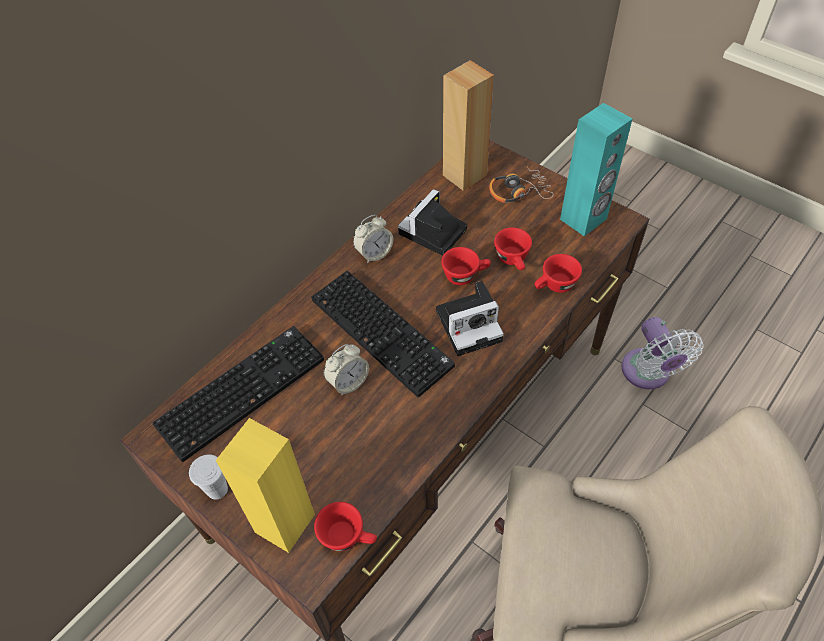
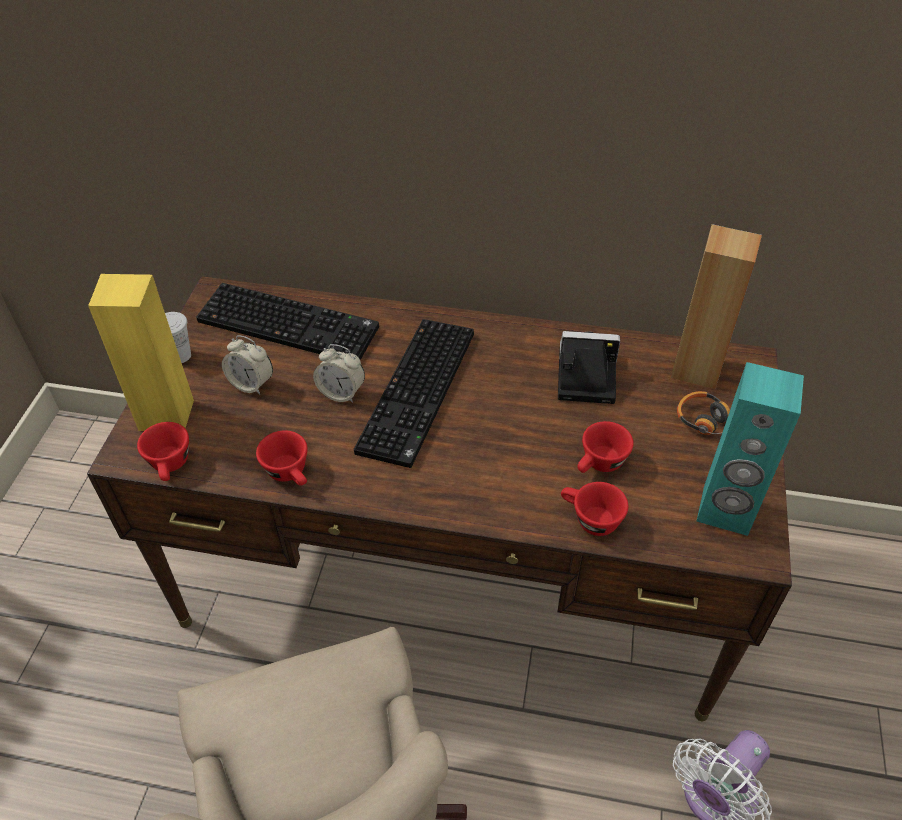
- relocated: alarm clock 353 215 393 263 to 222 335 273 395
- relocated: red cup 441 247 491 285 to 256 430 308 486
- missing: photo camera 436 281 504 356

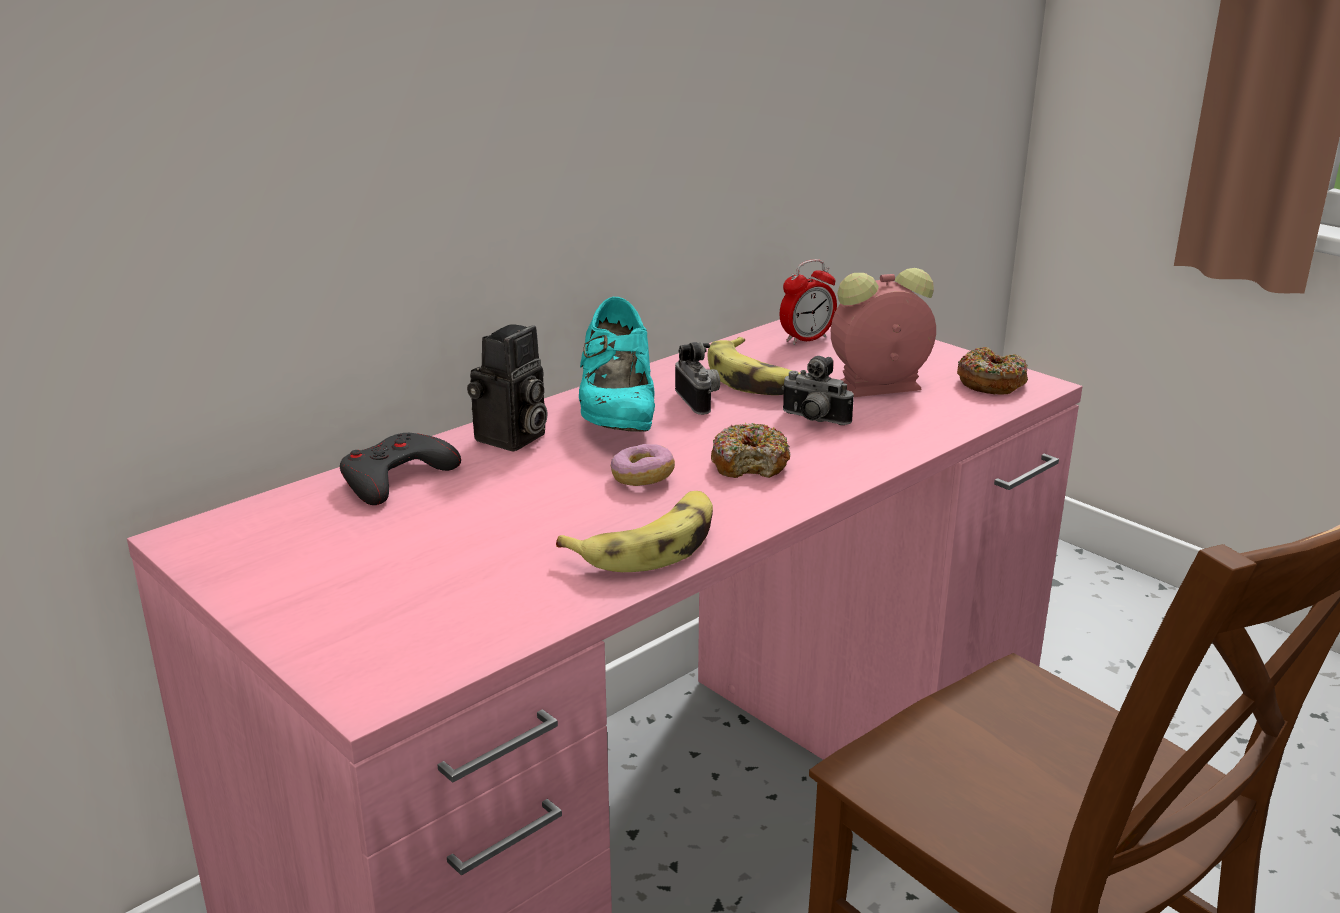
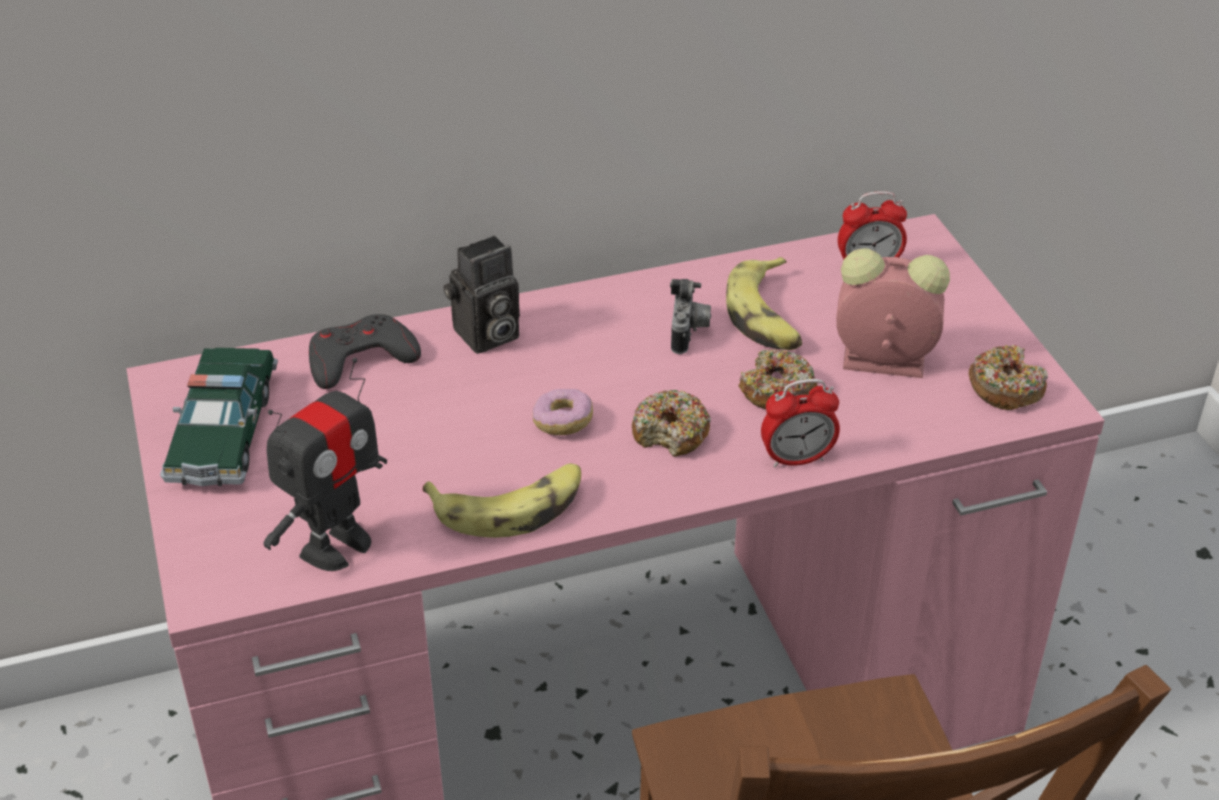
- appeared: toy car 160 348 278 486
- appeared: toy robot 263 358 387 571
- exchanged: photo camera 781 356 854 425 to donut 738 349 817 409
- appeared: alarm clock 761 379 840 468
- missing: turquoise shoe 579 297 655 432

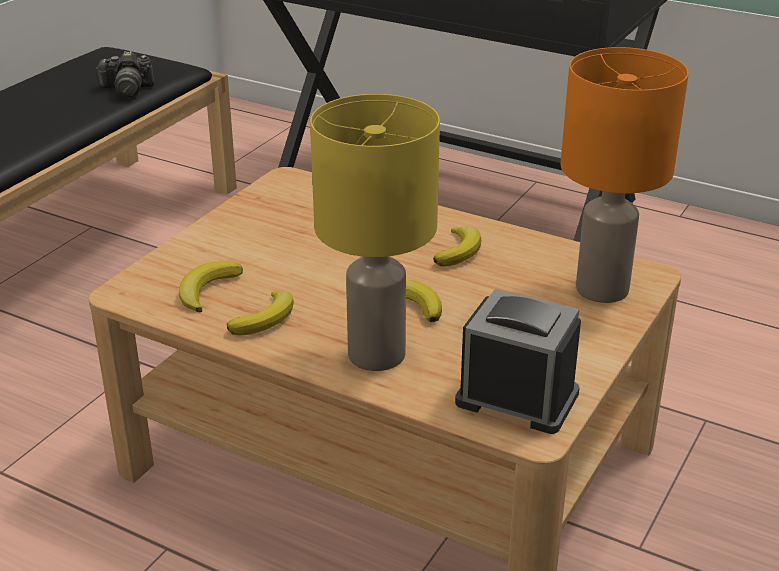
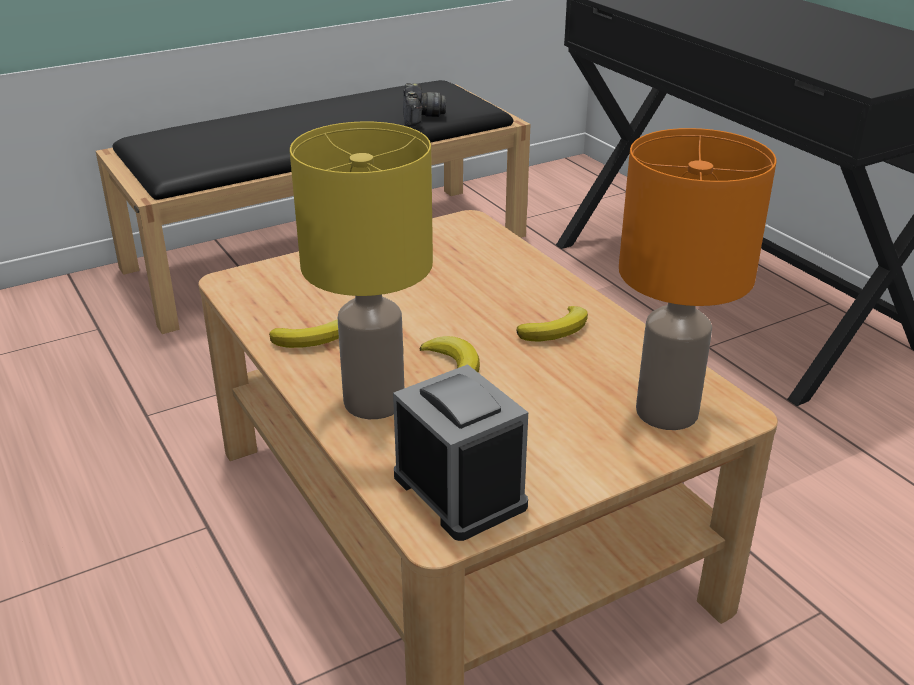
- spun: photo camera 96 51 154 97 = 403 83 446 126 120 degrees counterclockwise
- missing: banana 179 261 243 312

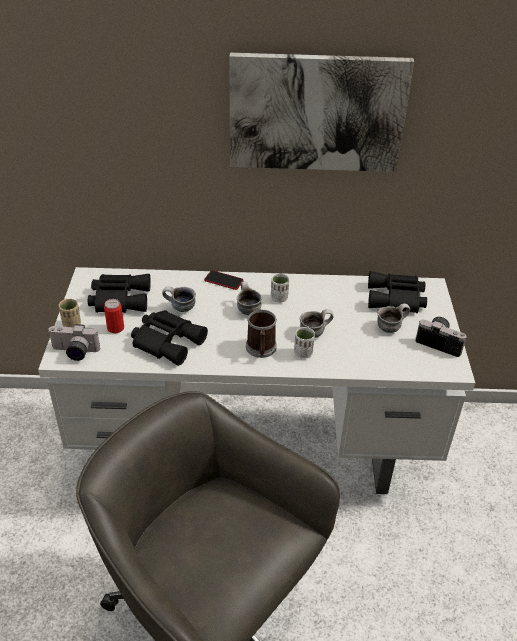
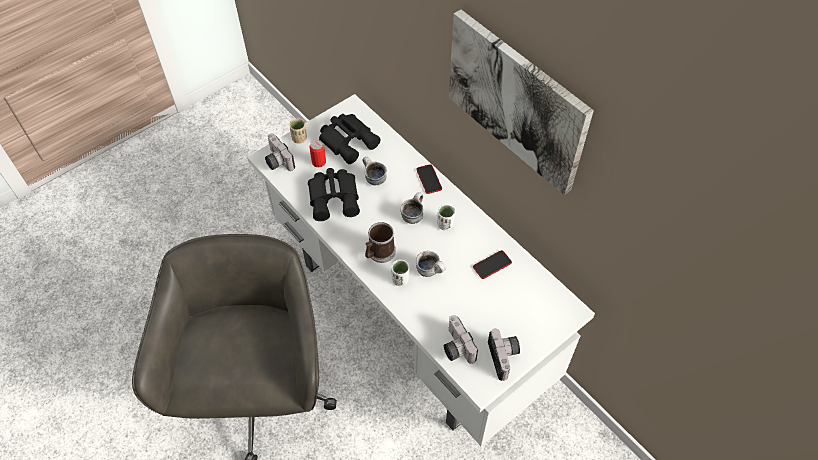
- appeared: photo camera 444 315 478 364
- appeared: phone 473 250 512 279
- missing: black binoculars 368 271 427 313
- missing: mug 377 304 410 333

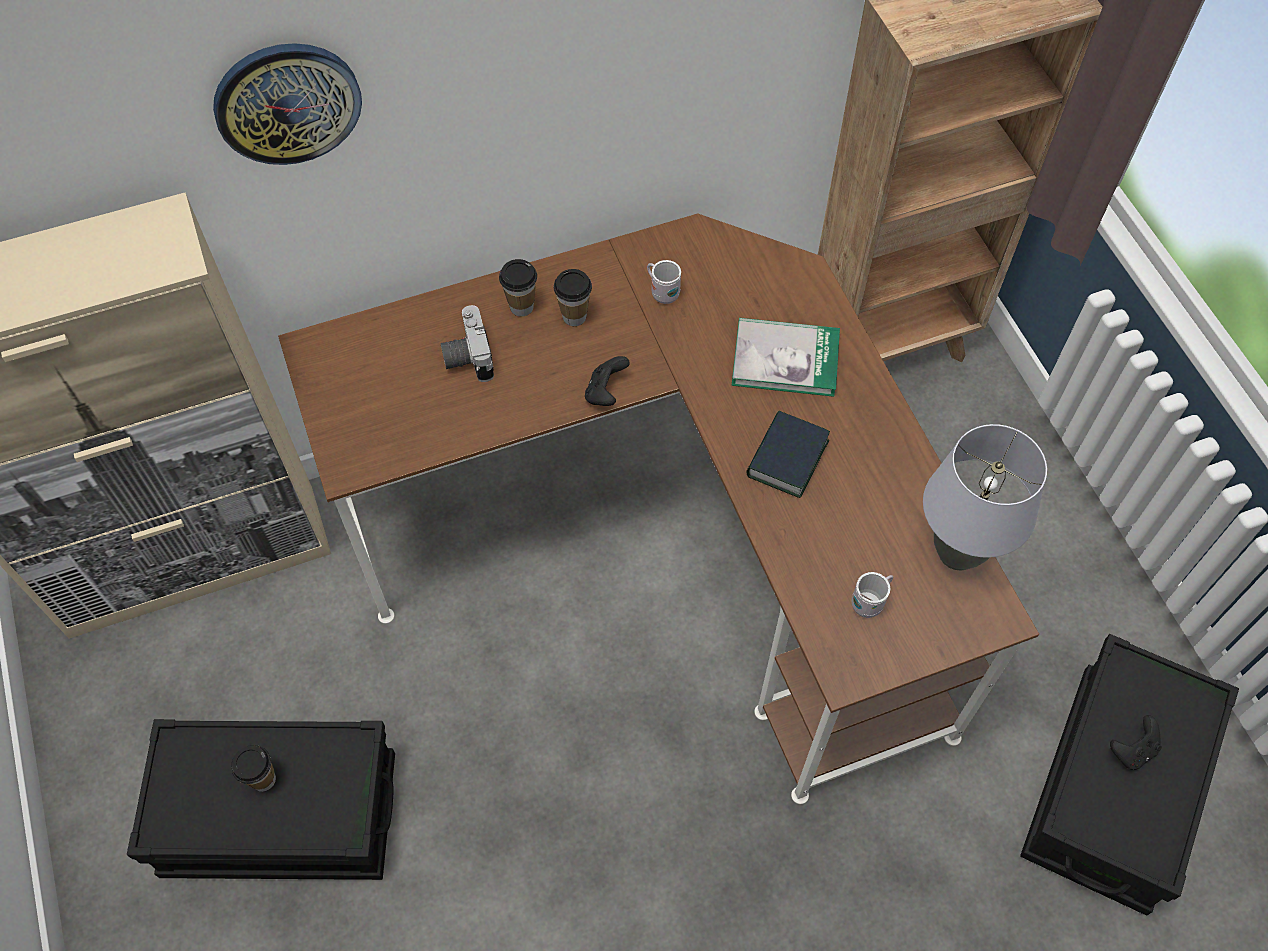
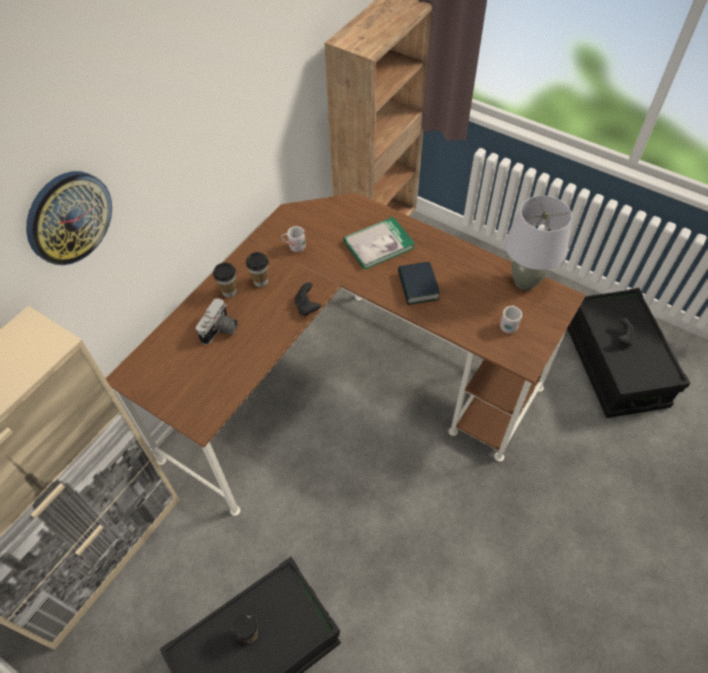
- spun: photo camera 440 305 494 382 = 196 298 238 345 105 degrees counterclockwise

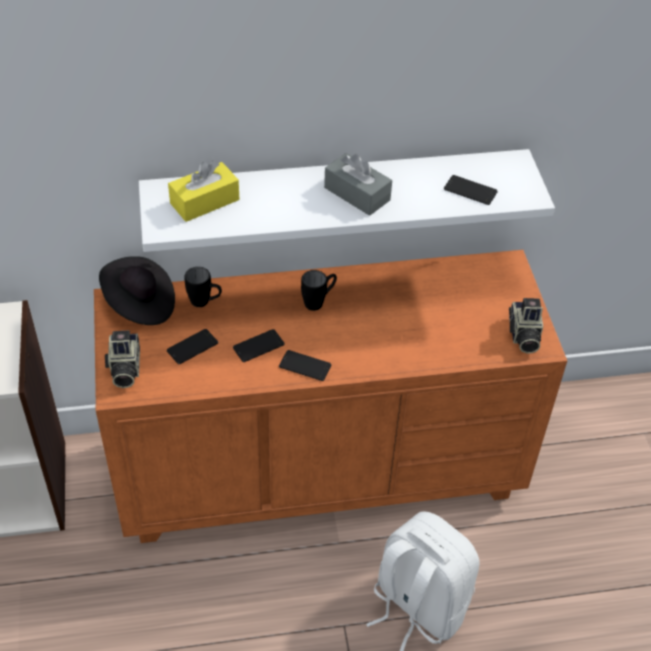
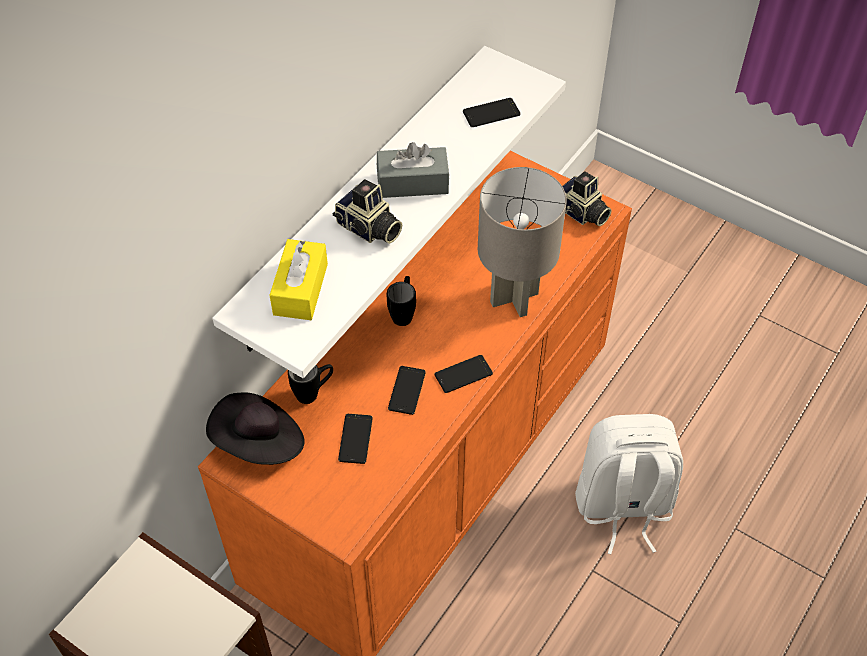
- relocated: photo camera 105 331 140 388 to 333 179 402 244
- appeared: grey table lamp 478 167 567 317

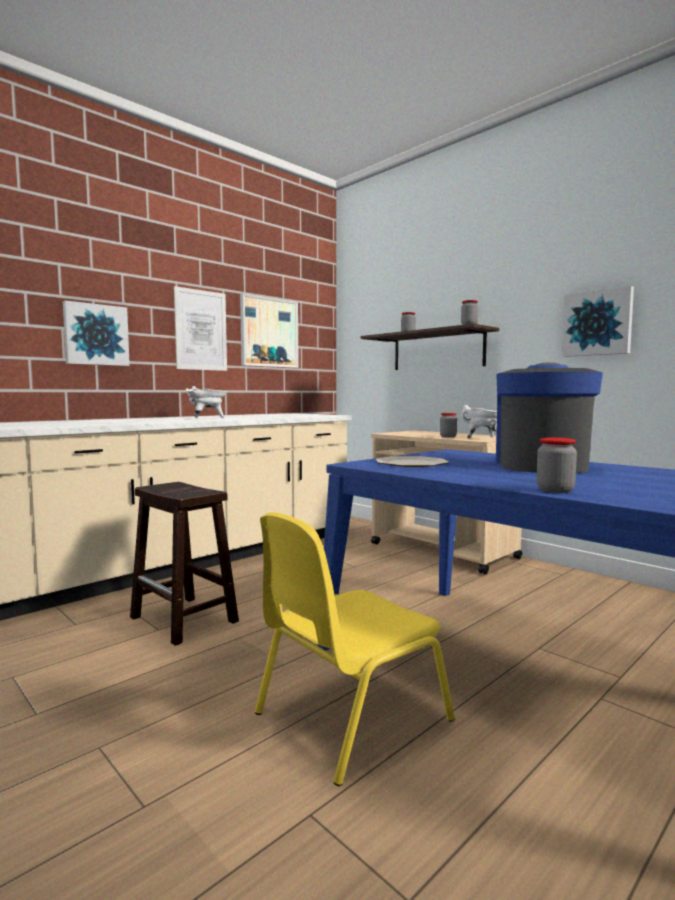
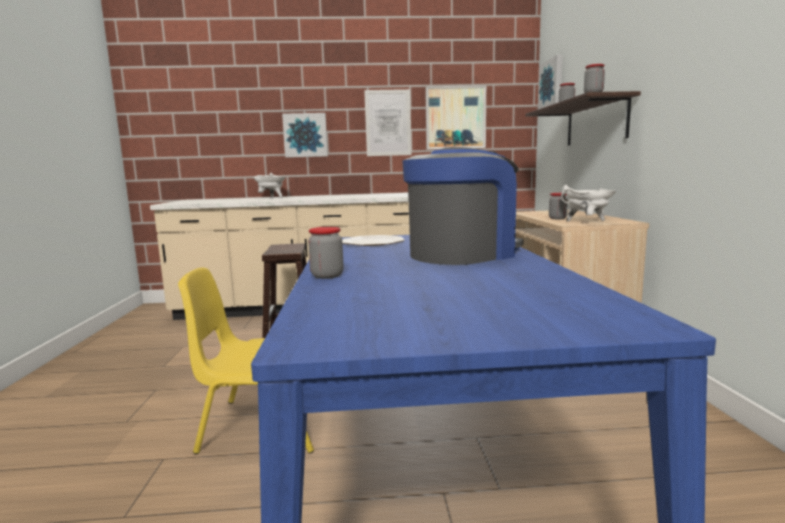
- relocated: white cooking pot 186 386 227 418 to 253 173 286 198
- relocated: picture 562 286 634 357 to 538 55 563 109

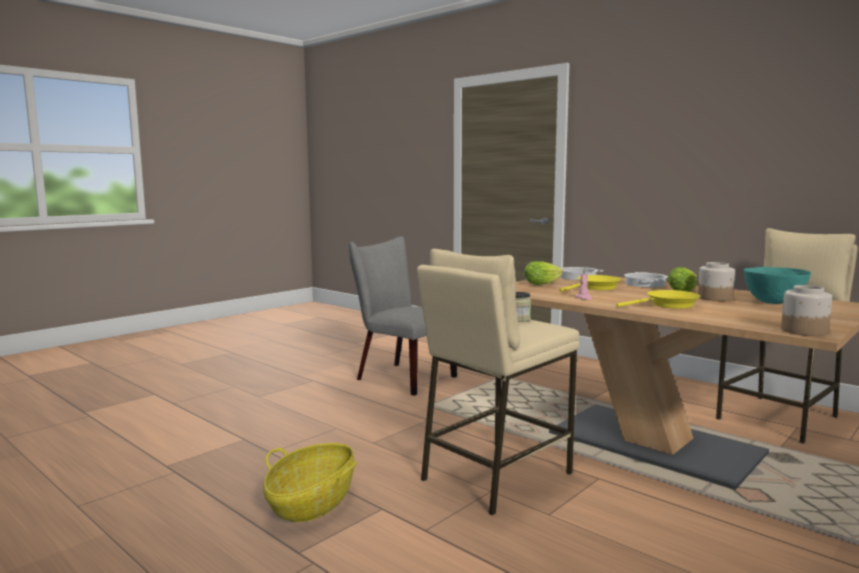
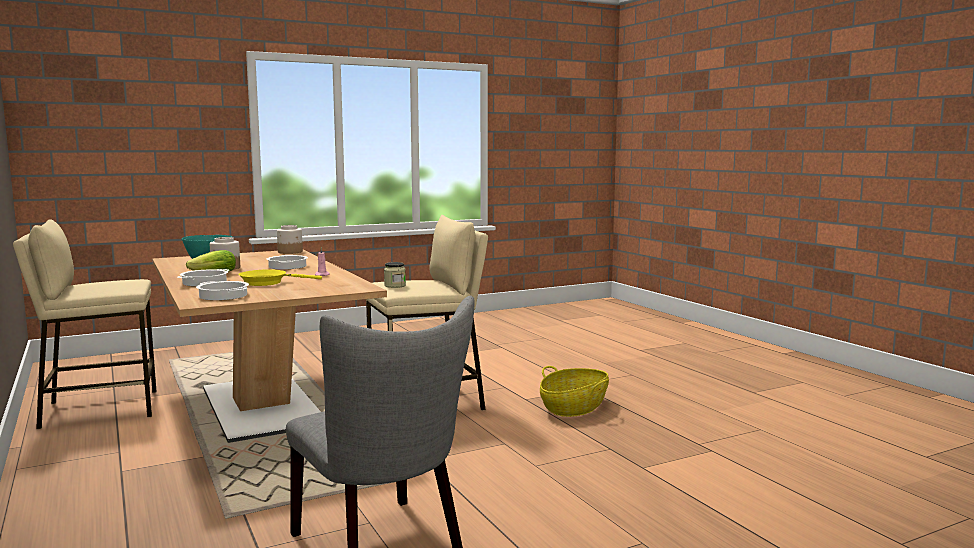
- exchanged: yellow frying pan 616 290 700 308 to cooking pot 267 255 308 269
- missing: lettuce 524 261 563 285

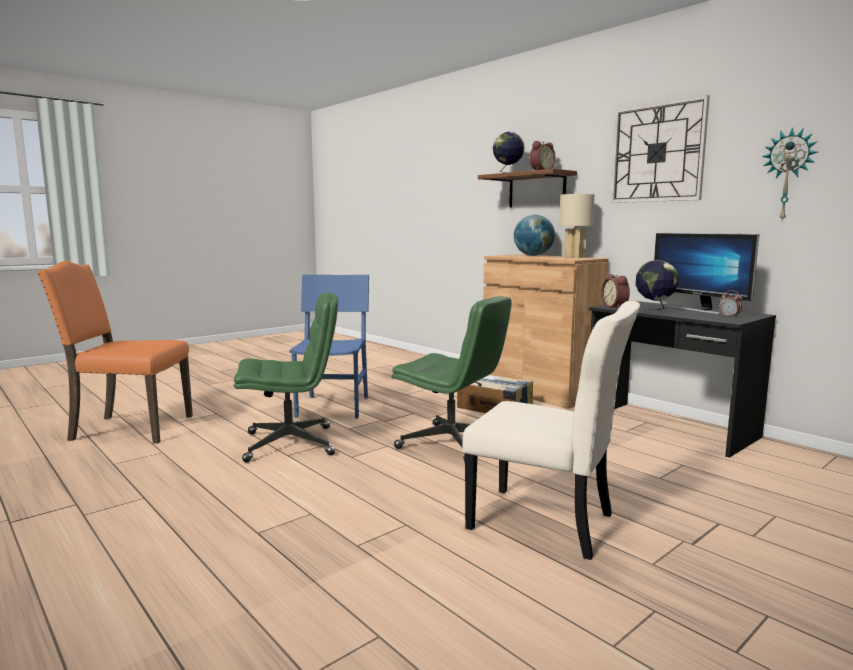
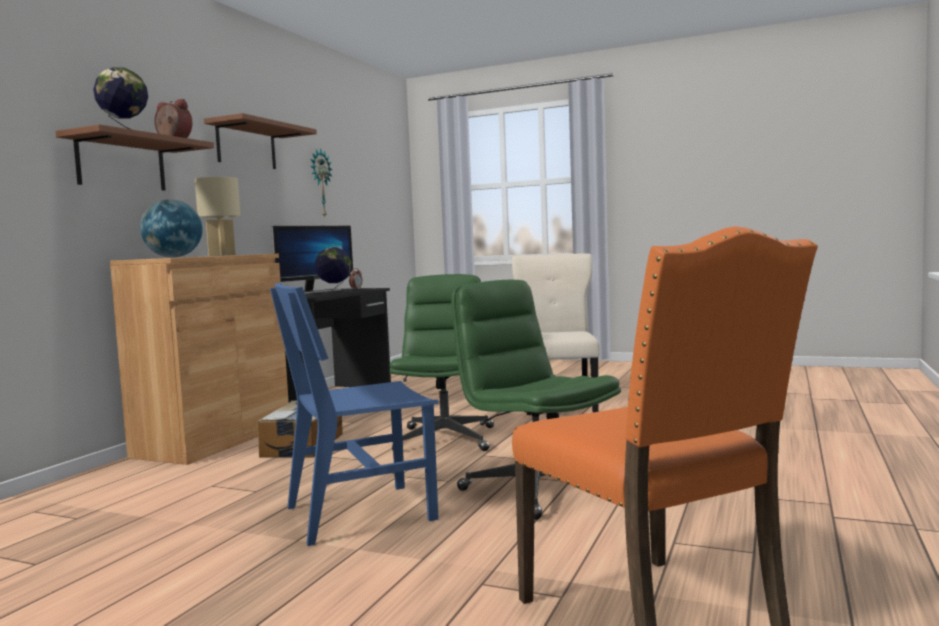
- exchanged: wall clock 611 95 710 203 to brown shelf 204 113 317 169
- missing: alarm clock 601 274 630 308

